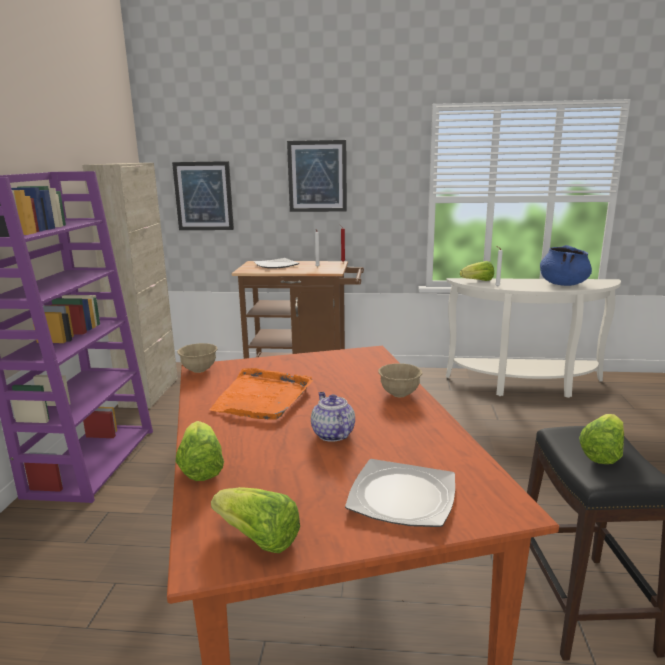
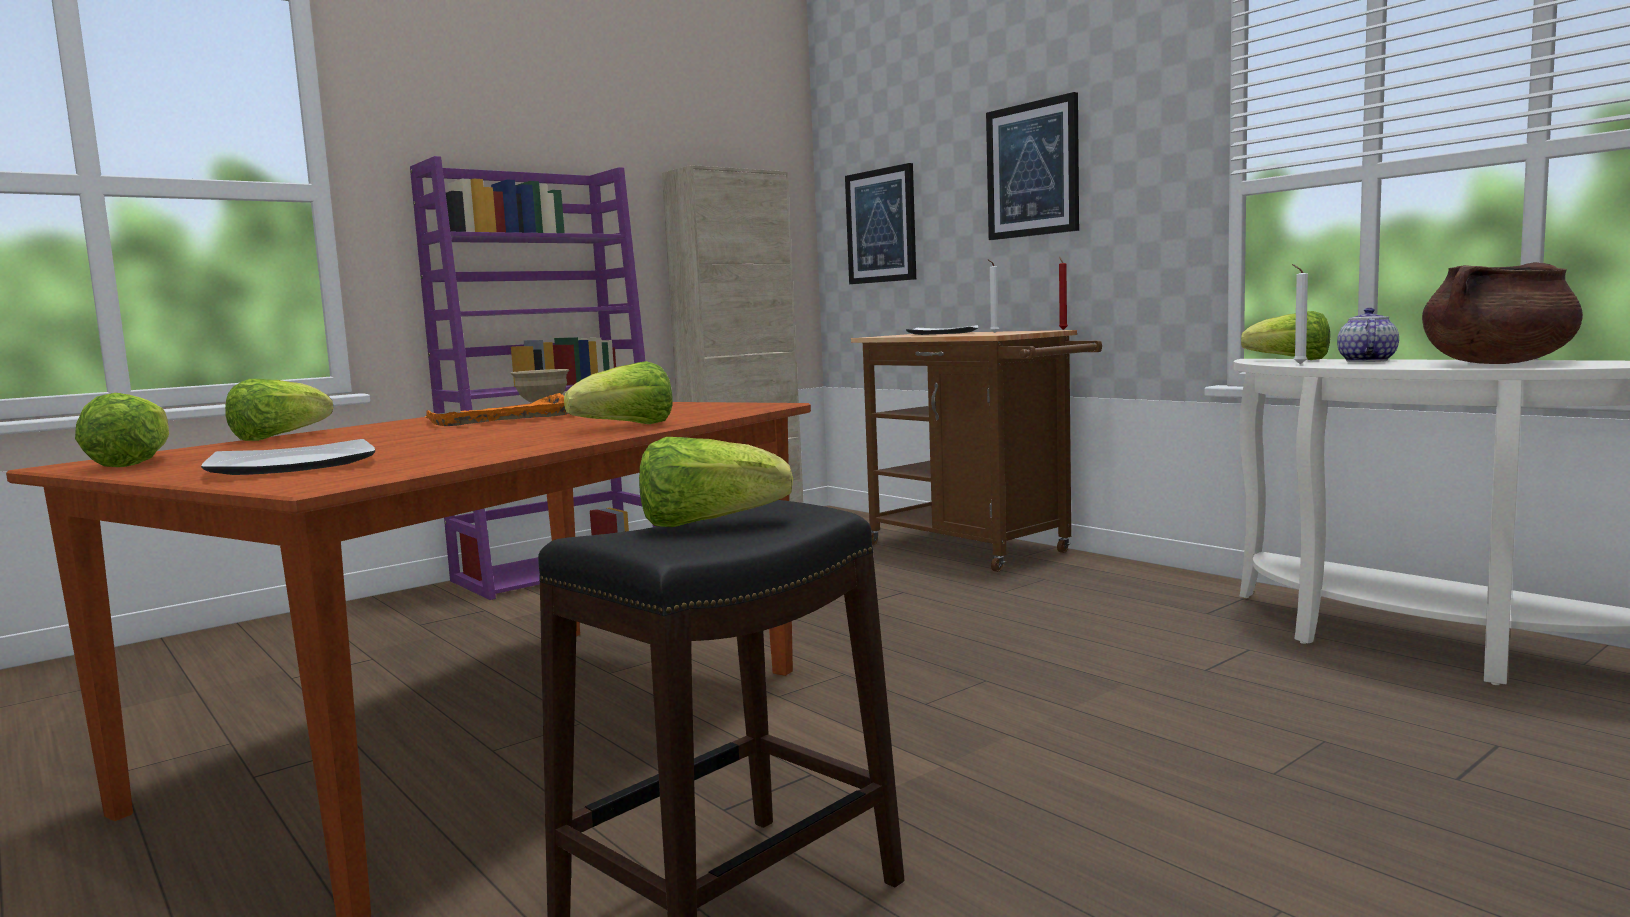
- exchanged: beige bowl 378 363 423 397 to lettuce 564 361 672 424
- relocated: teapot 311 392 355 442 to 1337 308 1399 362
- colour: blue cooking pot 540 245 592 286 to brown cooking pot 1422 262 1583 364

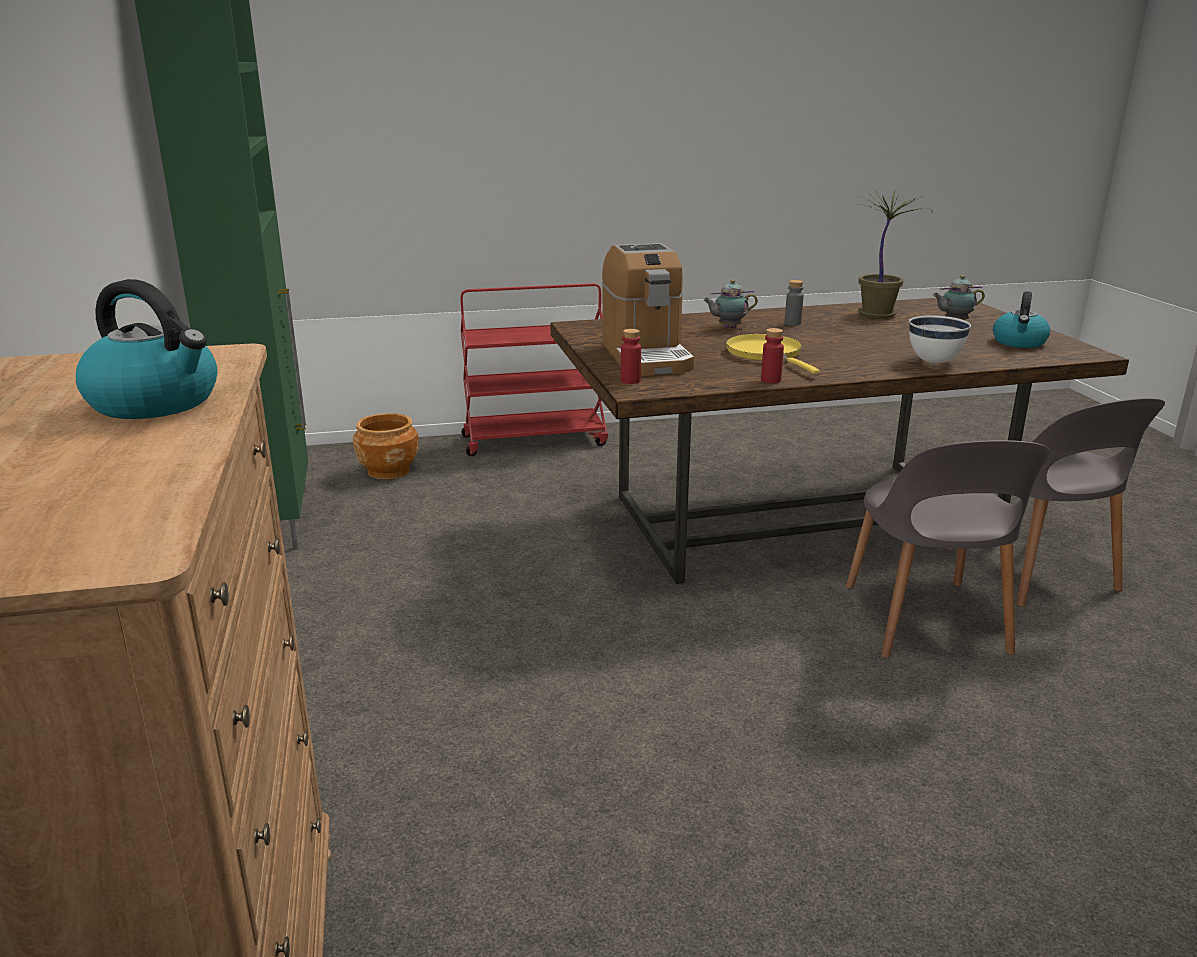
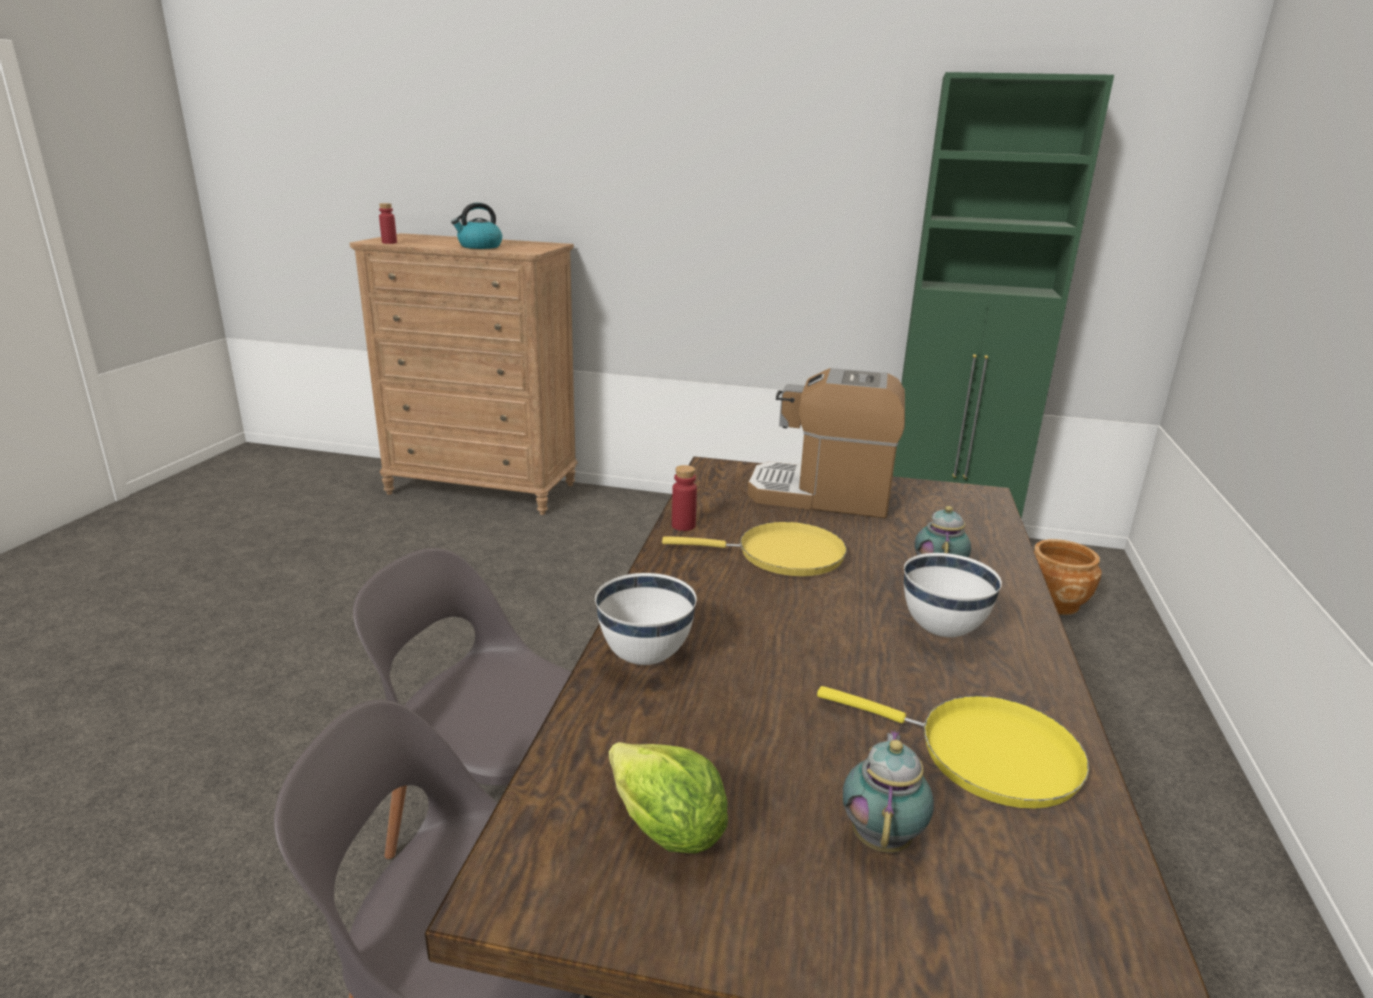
- relocated: red bottle 621 329 641 384 to 379 203 397 244
- exchanged: kettle 993 291 1051 348 to lettuce 609 742 728 853
- exchanged: potted plant 851 190 932 319 to yellow frying pan 817 686 1089 808
- exchanged: grey bottle 785 280 804 326 to white bowl 904 553 1002 637
- missing: red cart 460 283 608 456

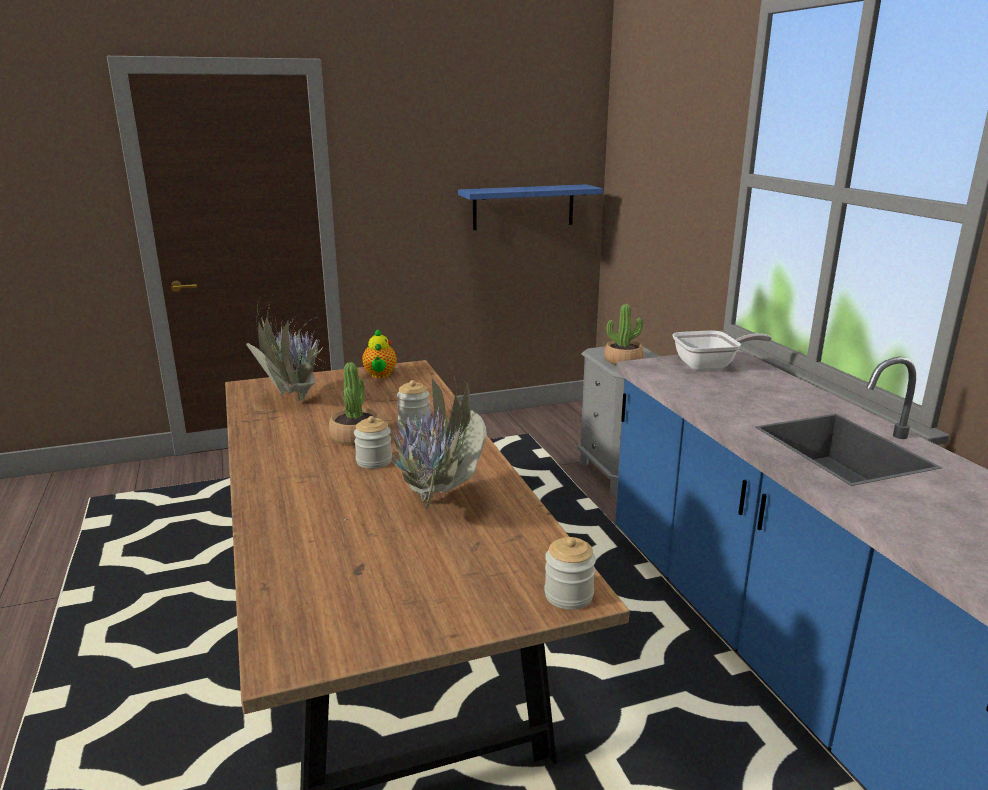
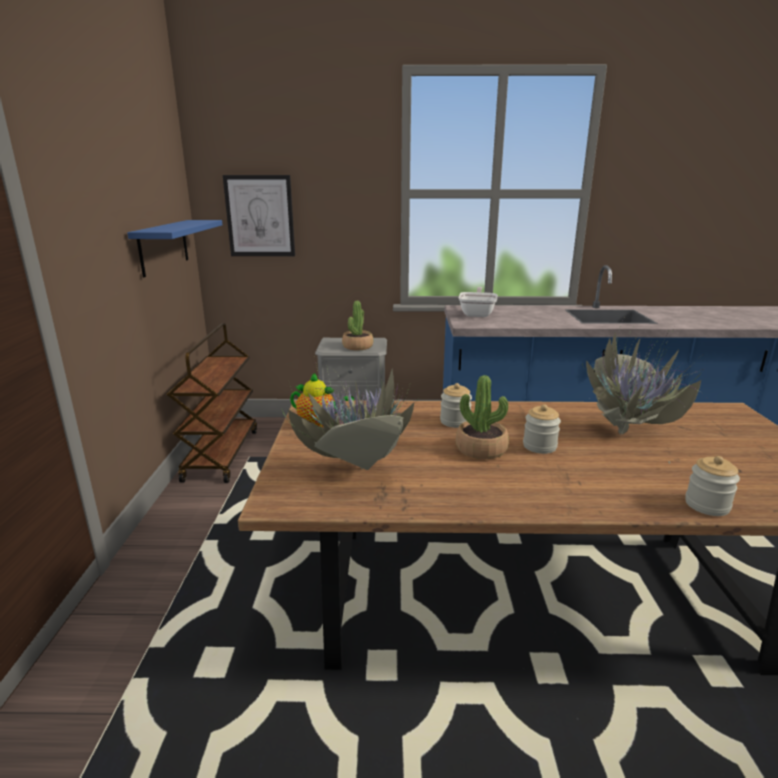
- appeared: brown cart 167 323 257 483
- appeared: picture 223 175 295 256
- relocated: jar 544 537 596 610 to 685 456 740 516

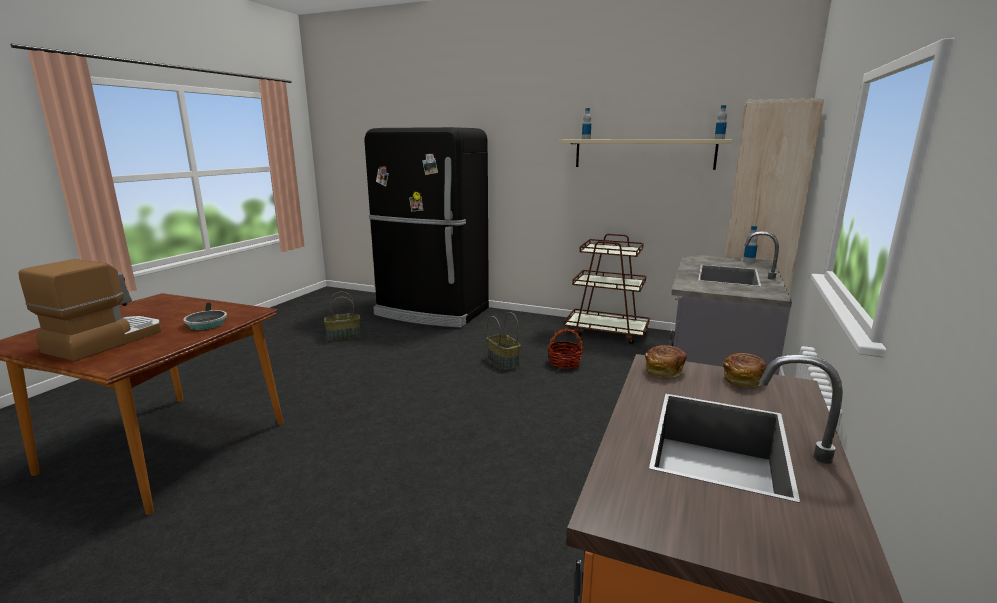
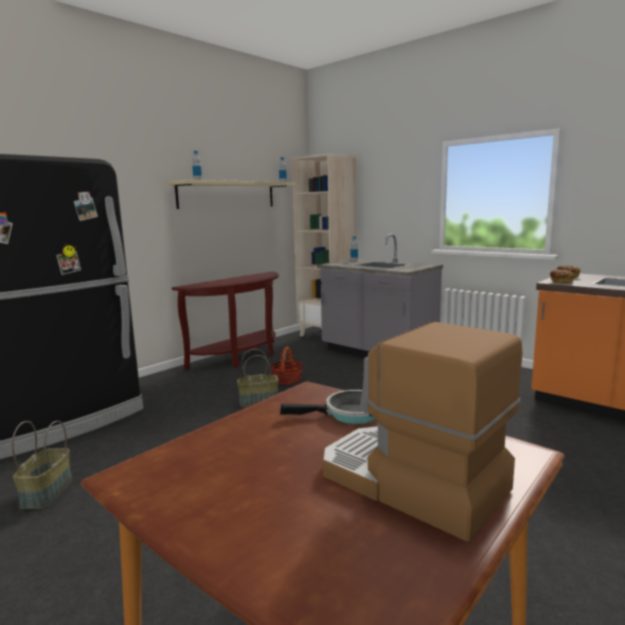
- exchanged: brown cart 564 234 650 344 to brown console table 172 272 279 369

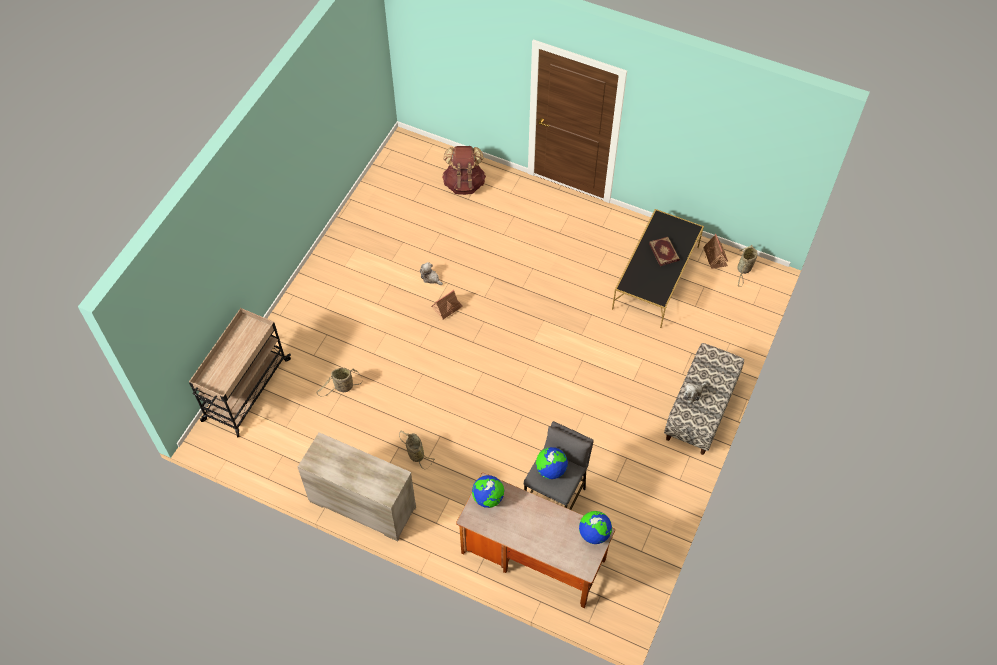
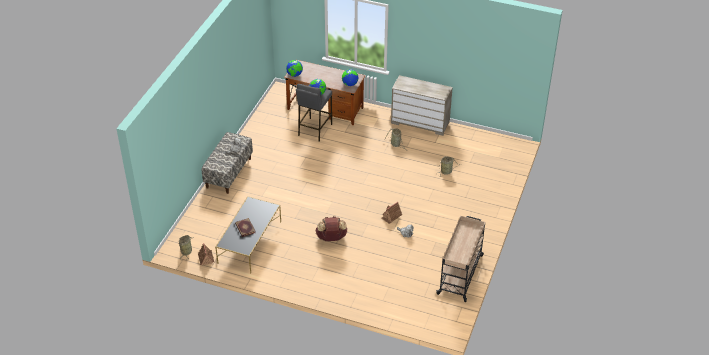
- relocated: brown backpack 442 146 486 195 to 316 216 348 241
- relocated: beige cart 189 308 291 438 to 436 216 485 302

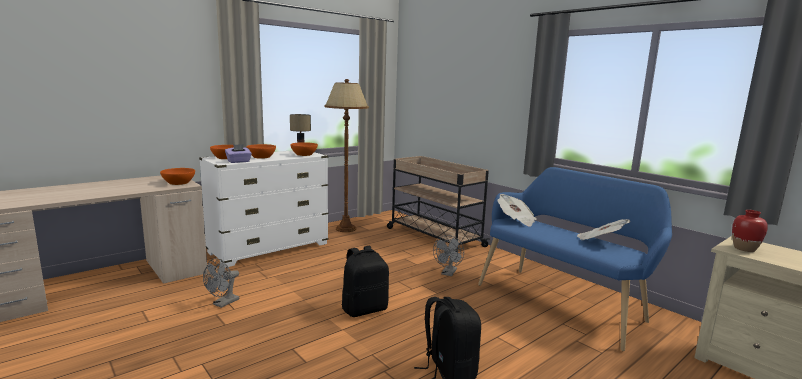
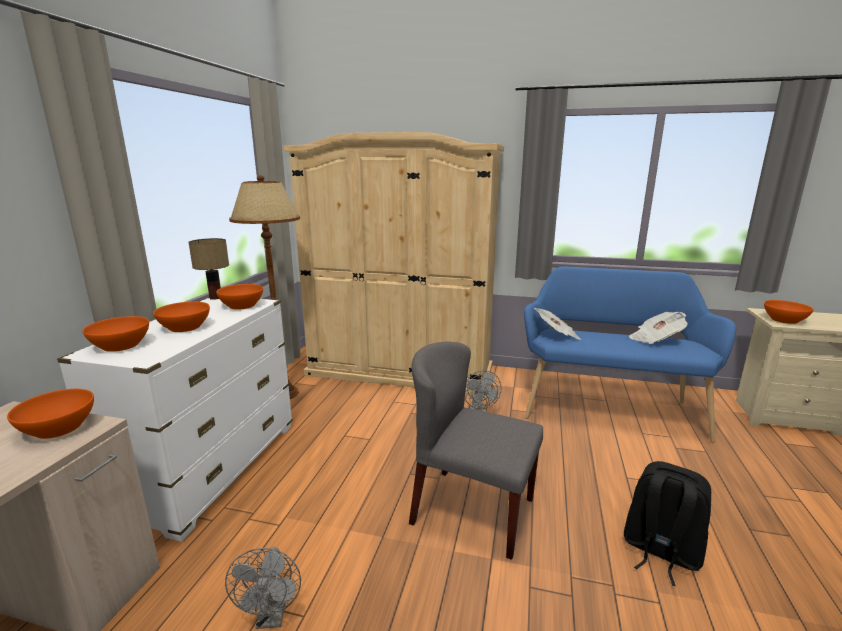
- exchanged: beige cart 387 156 490 252 to beige wardrobe 284 132 504 397
- exchanged: black backpack 342 246 389 317 to grey chair 409 341 543 560
- exchanged: red vase 732 210 768 252 to orange bowl 764 300 814 324
- missing: purple tissue box 225 144 252 163

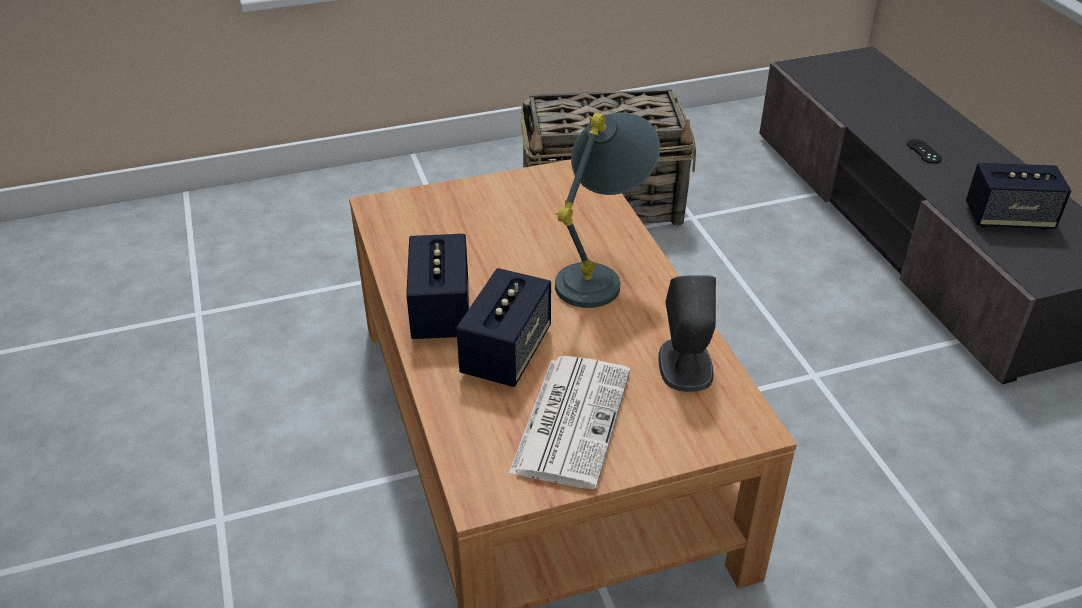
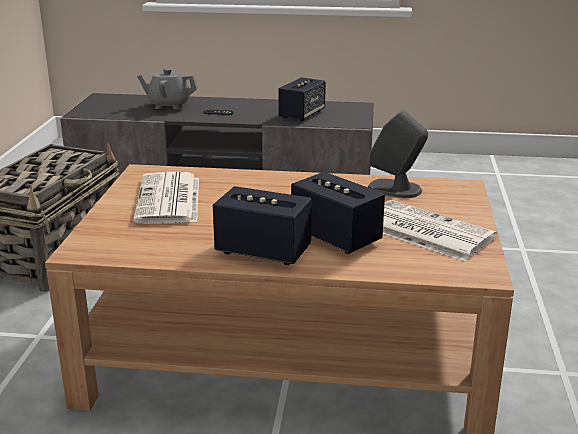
- appeared: newspaper 133 172 199 224
- appeared: grey teapot 137 68 198 110
- missing: grey table lamp 555 112 660 308

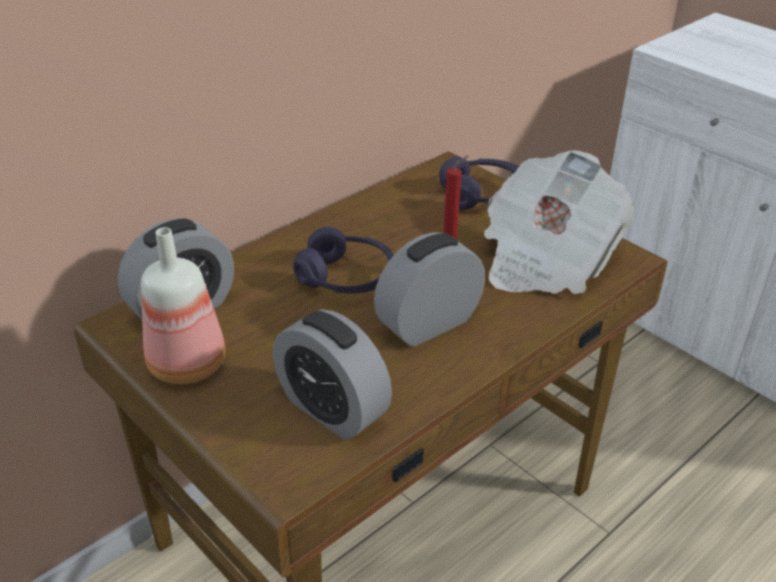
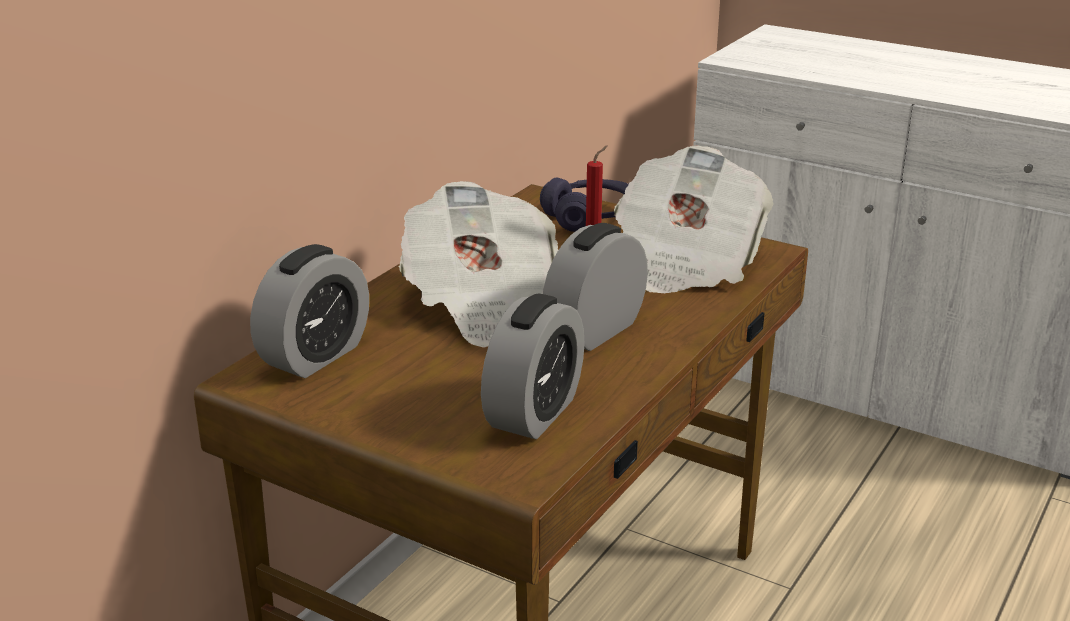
- exchanged: purple headphones 293 227 394 293 to newspaper 399 181 559 348
- spun: alarm clock 273 309 392 440 = 481 294 585 439 90 degrees counterclockwise
- missing: bottle 141 227 225 384

